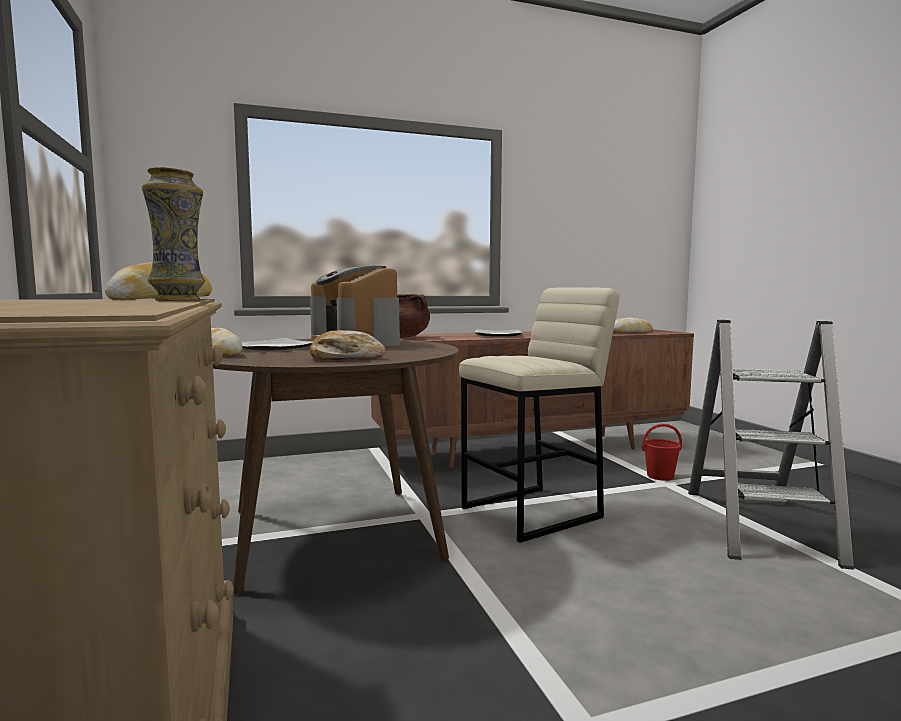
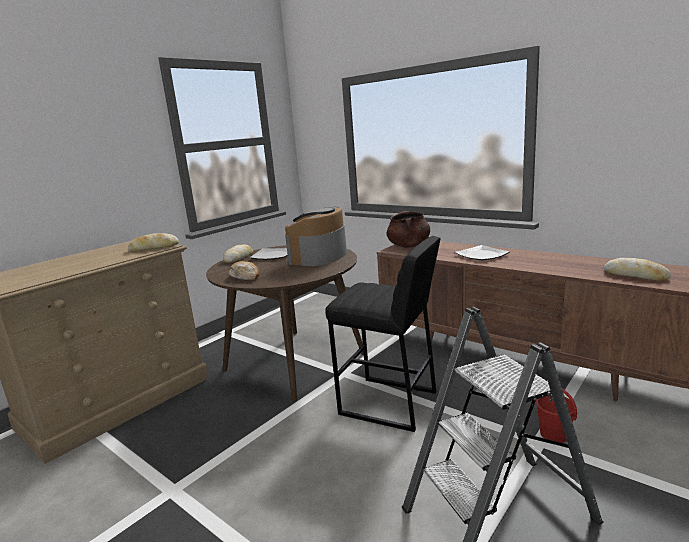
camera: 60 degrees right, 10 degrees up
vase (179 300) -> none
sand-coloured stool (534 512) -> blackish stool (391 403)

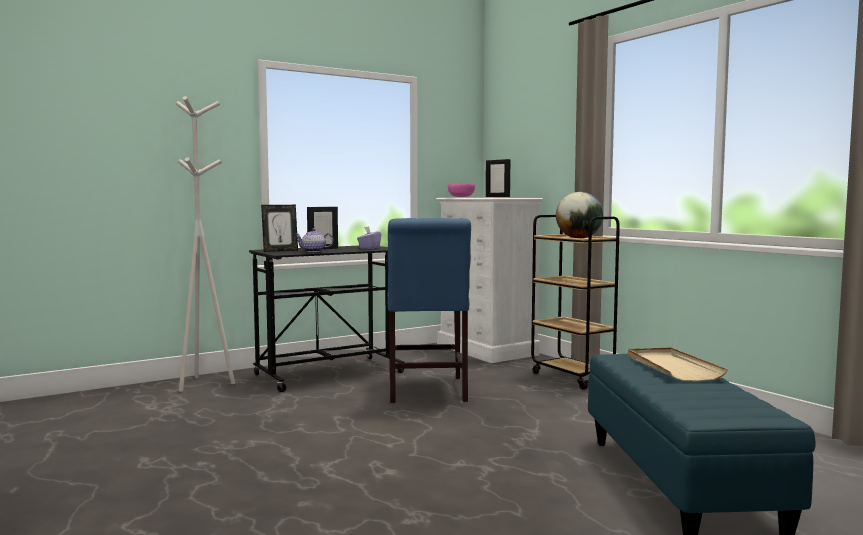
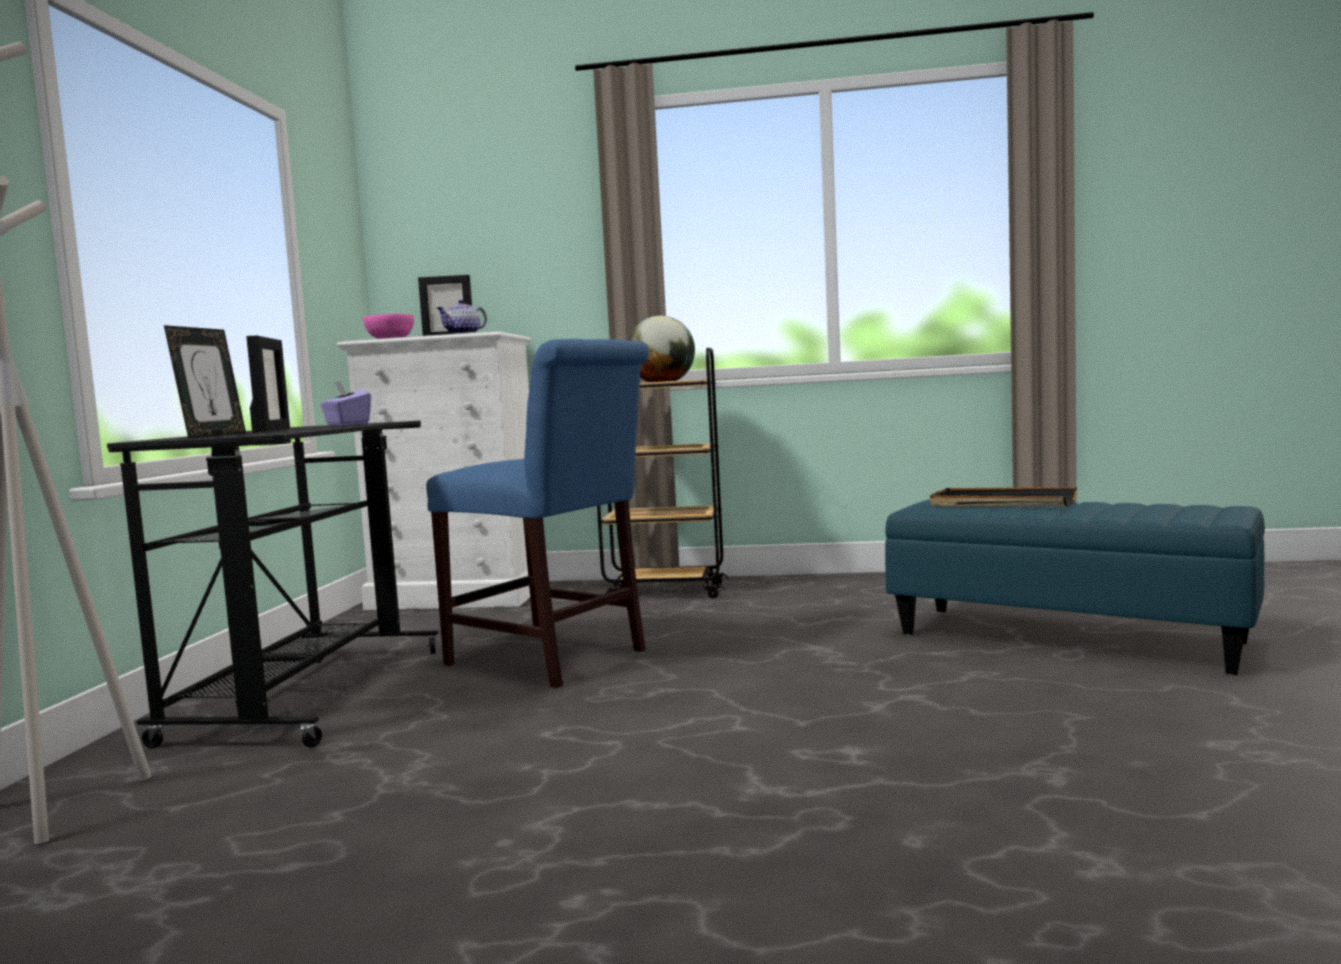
camera: 50 degrees left, 0 degrees up
tea pot (314 251) -> tea pot (464 334), shifted
sand-coloured serving tray (672 367) -> blackish serving tray (1001 503)

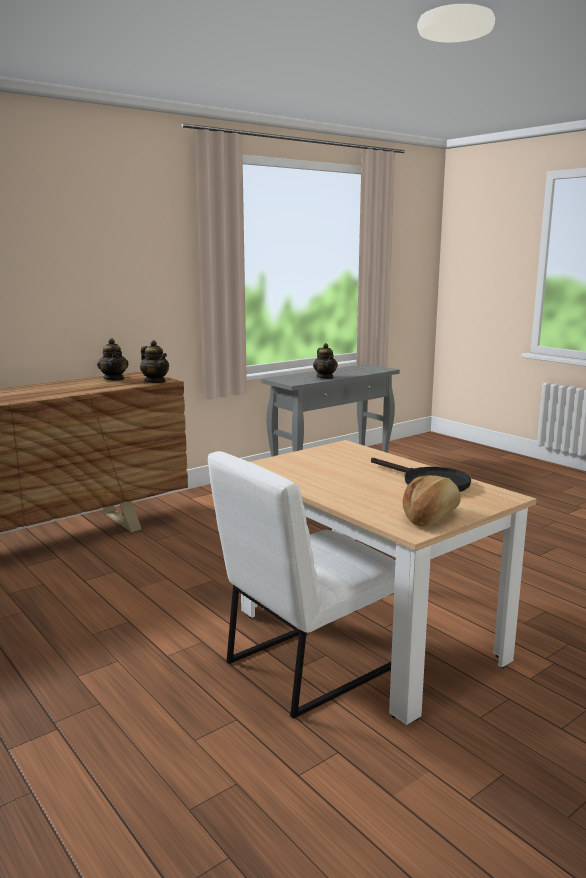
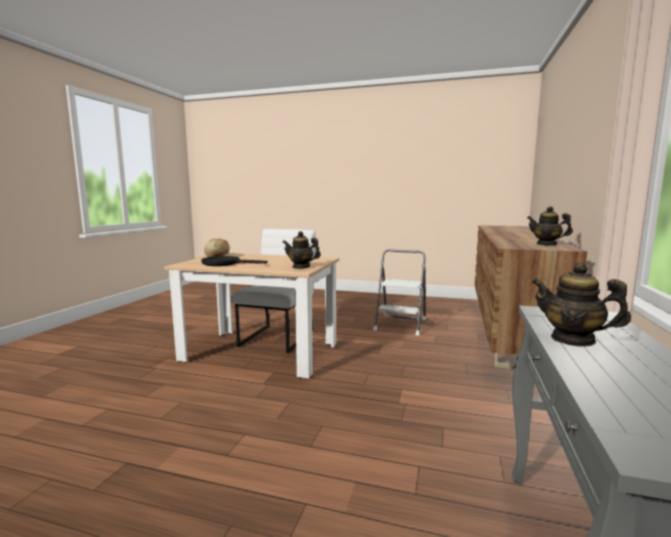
camera: 145 degrees right, 5 degrees down
none -> white-coloured step ladder (401 324)
tea pot (155 381) -> tea pot (301 267), shifted

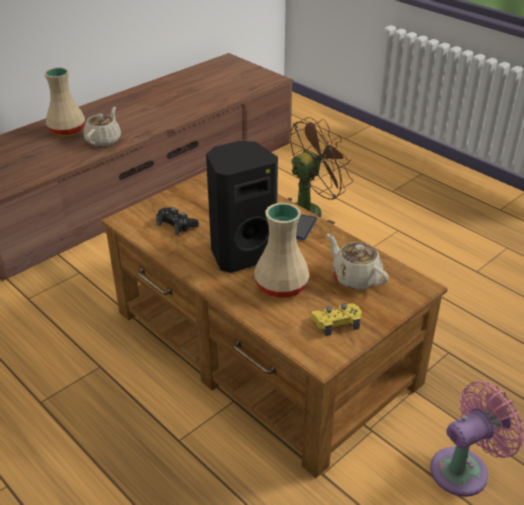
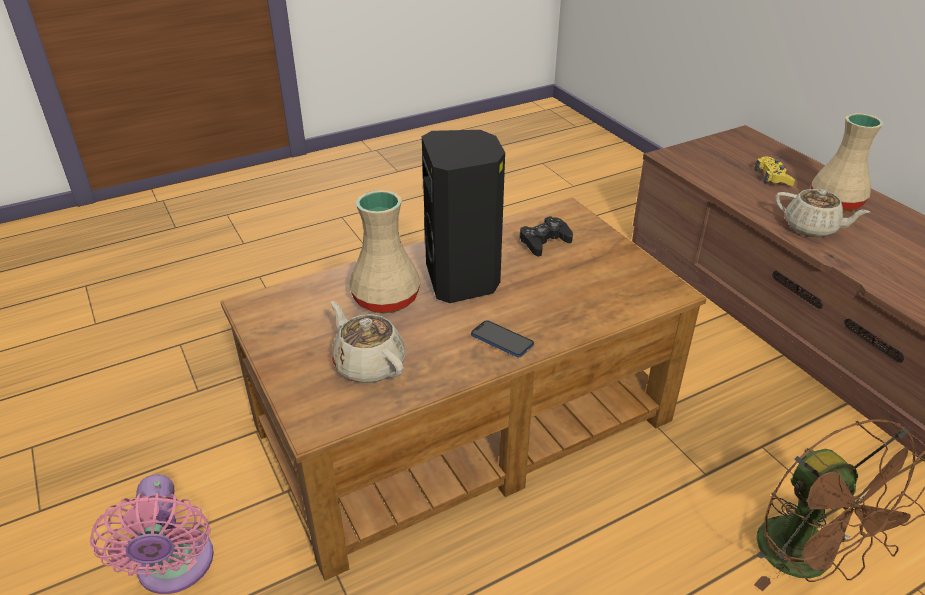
camera: 105 degrees right, 0 degrees up
yellow joypad (336 322) -> yellow joypad (773 177), shifted
sand-coloured tea pot (355 277) -> sand-coloured tea pot (368 364), 105 degrees counterclockwise

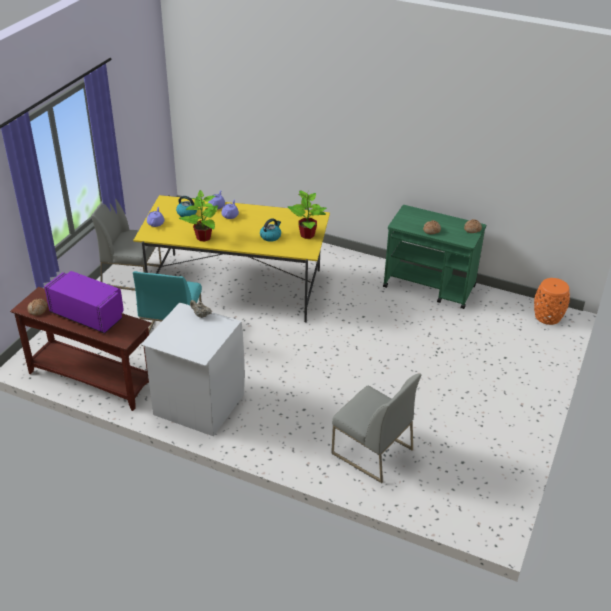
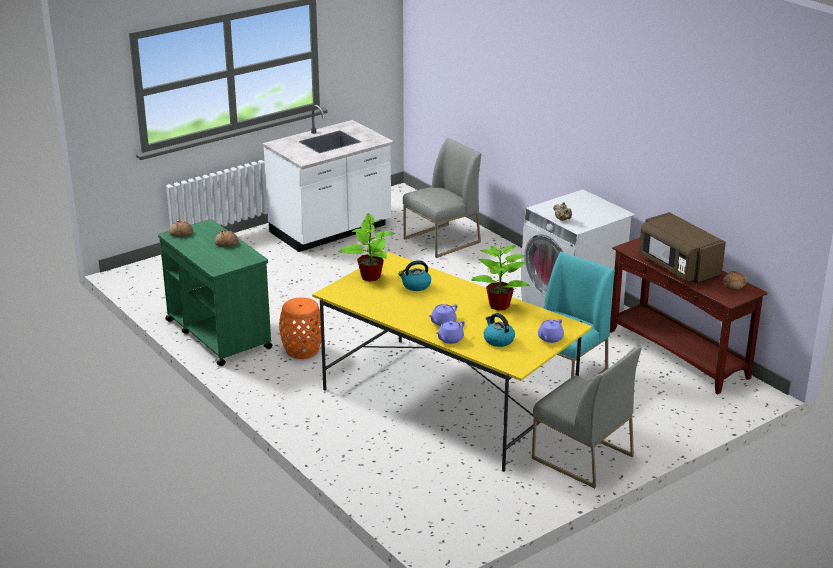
camera: 150 degrees left, 10 degrees down
none -> white-coloured kitchen counter (331 230)
orange stool (547 317) -> orange stool (302 350), shifted
purplish kitchen microwave (88 315) -> brownish kitchen microwave (677 267)
grey upright chair (371 451) -> grey upright chair (442 241), 75 degrees clockwise

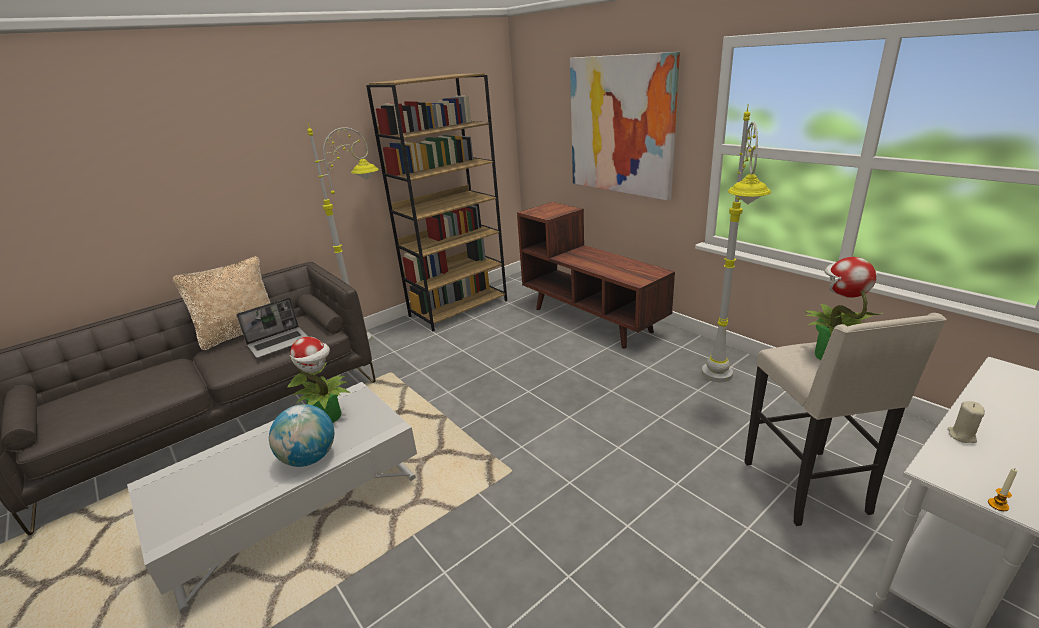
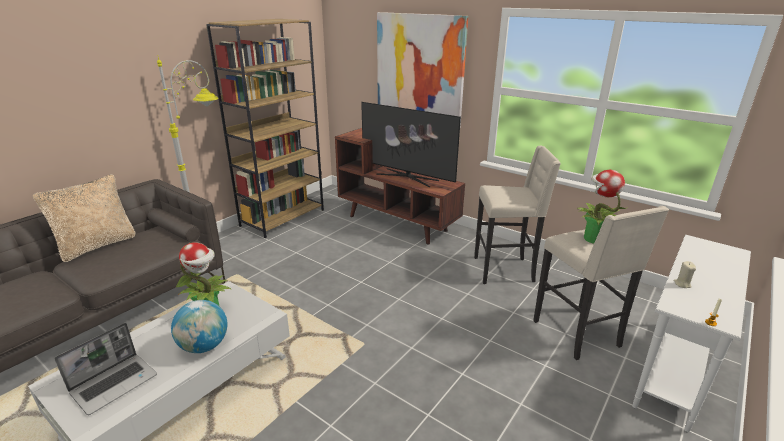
camera: 15 degrees left, 0 degrees up
none -> TV set (407 177)
laptop (279 343) -> laptop (115 383), shifted
grey standard lamp (719 388) -> sand-coloured stool (505 270)

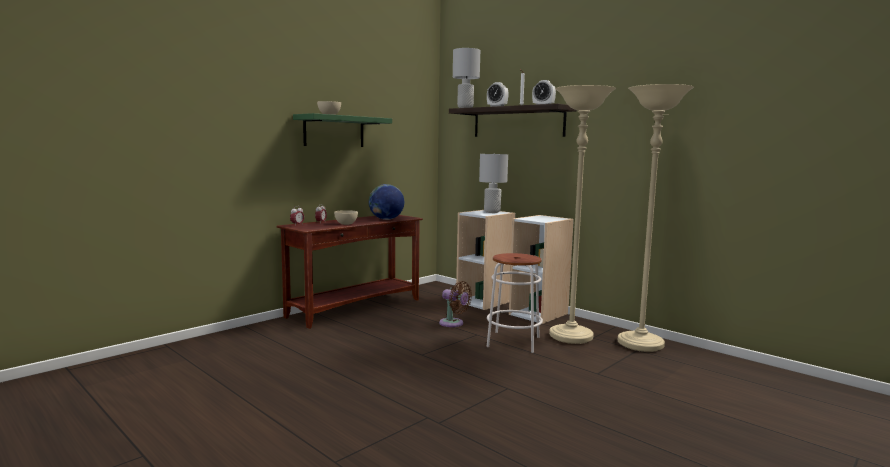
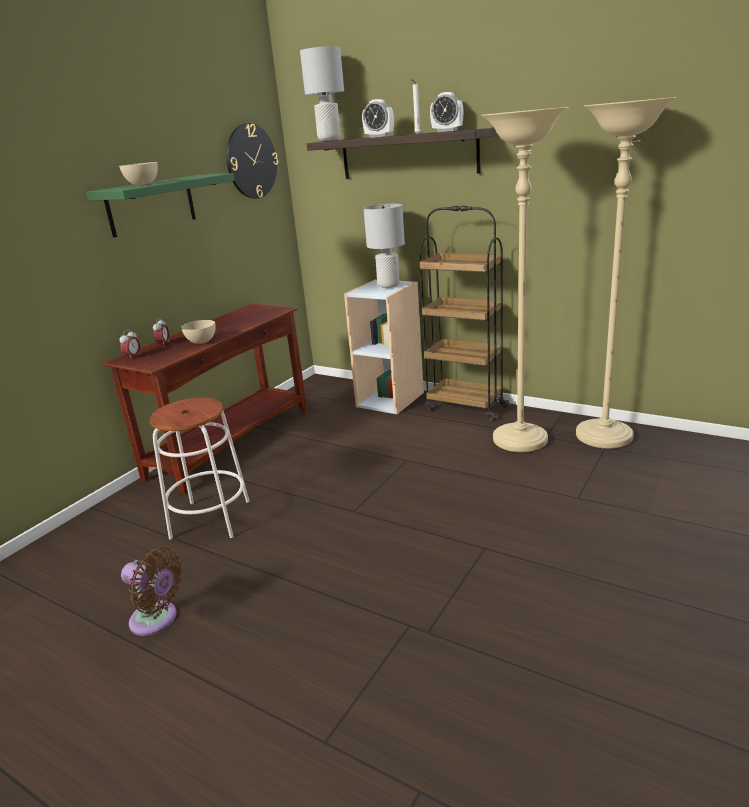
camera: 10 degrees left, 15 degrees up
globe (386 219) -> none
none -> hanging clock (251 161)
brownish electric fan (453 324) -> brownish electric fan (157 620), shifted
white-coloured stool (513 341) -> white-coloured stool (210 519), shifted
bookshelf (539 314) -> brownish trolley (466 408)

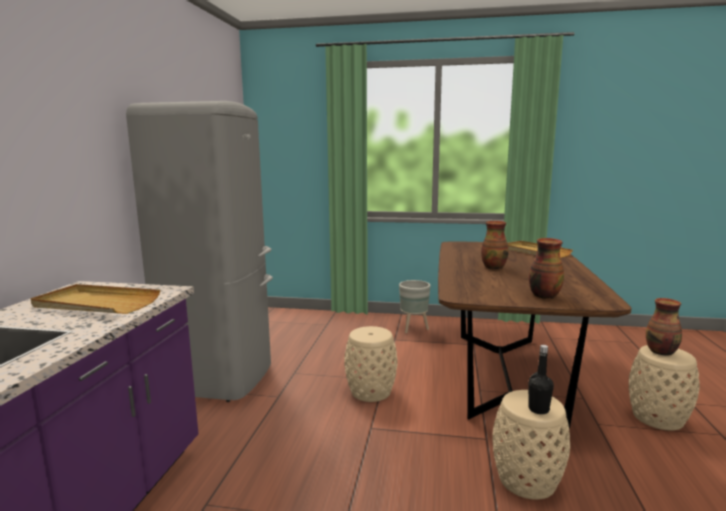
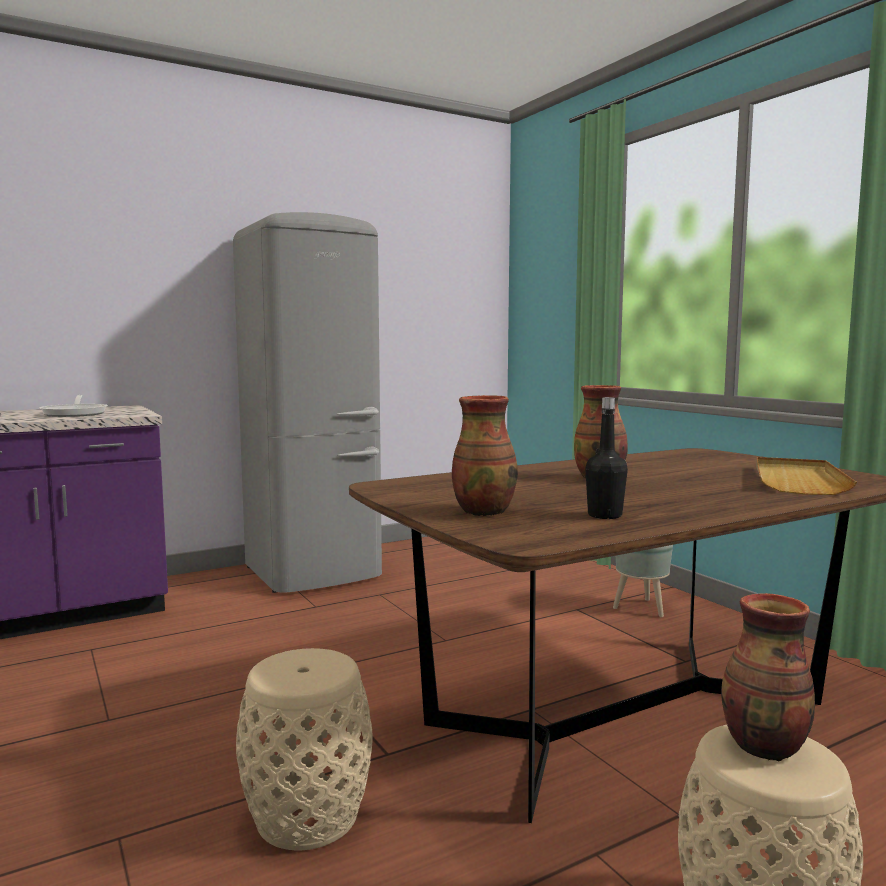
camera: 50 degrees right, 5 degrees down
sand-coloured stool (370 392) -> none
blackish drink bottle (538 409) -> blackish drink bottle (604 515), shifted
sand-coloured serving tray (96 304) -> frying pan (76 413)

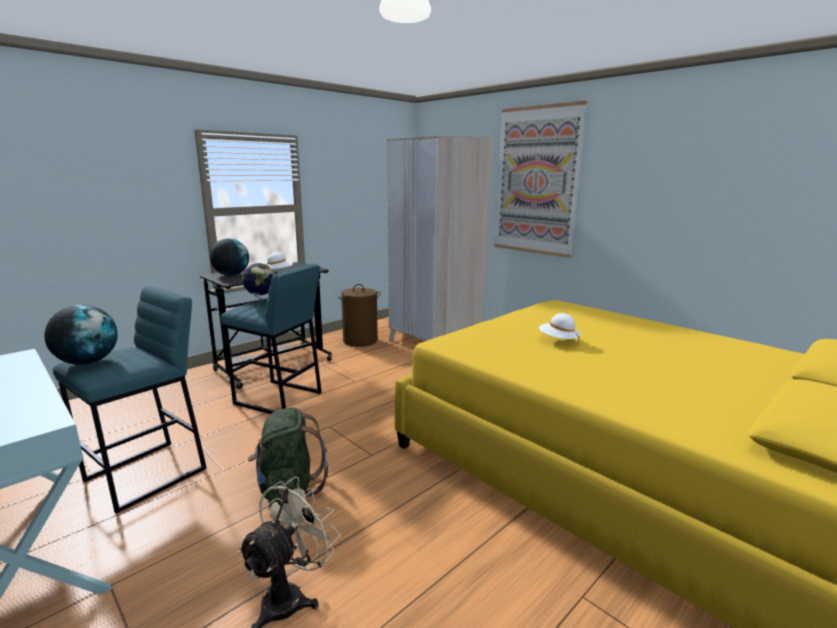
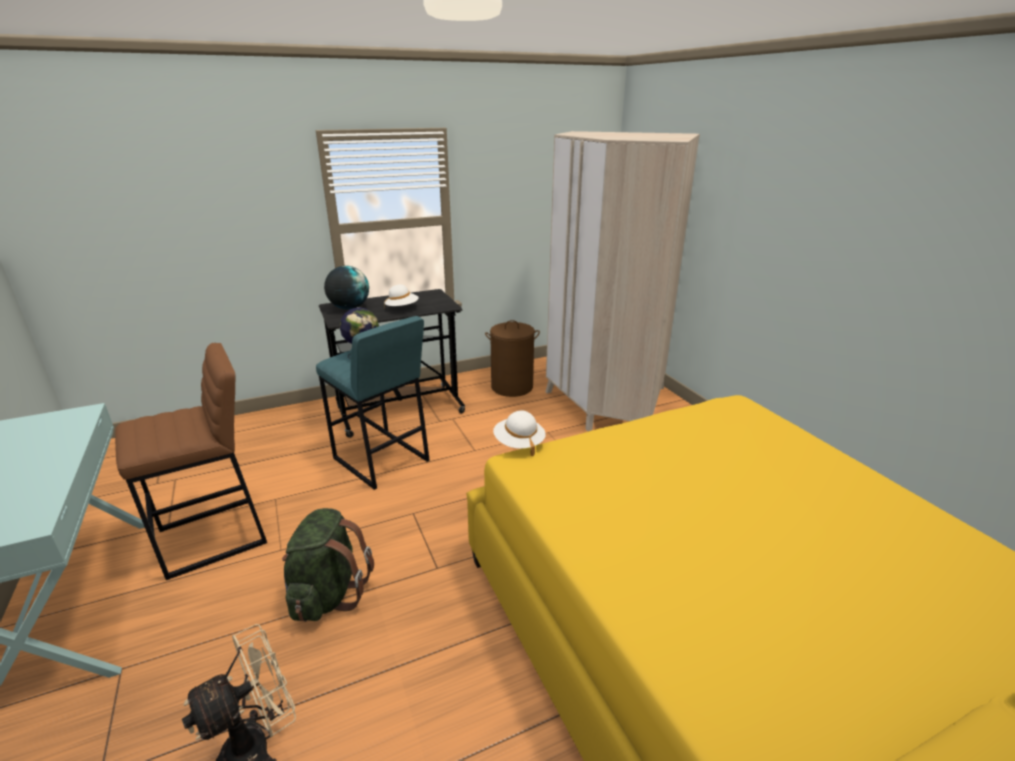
camera: 20 degrees right, 10 degrees up
globe (88 362) -> none
picture (536 181) -> none
white-coloured wearable hat (558 340) -> white-coloured wearable hat (519 443), shifted
turquoise-coloured stool (149 473) -> brownish stool (216 535)

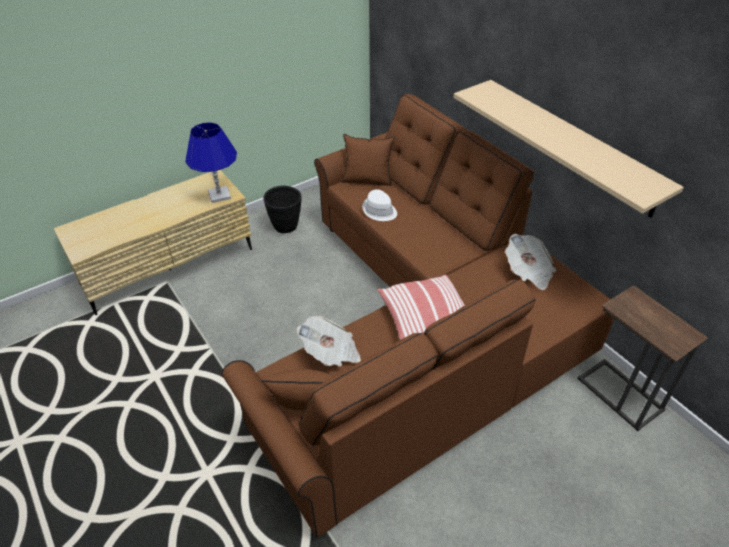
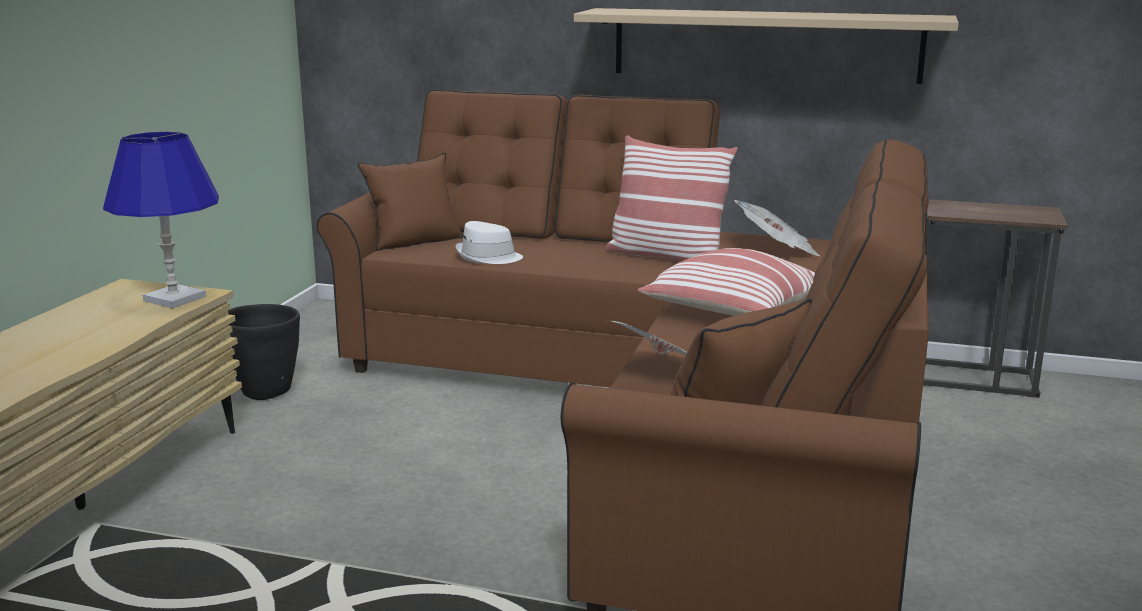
camera: 40 degrees left, 25 degrees down
none -> pillow (666 255)

